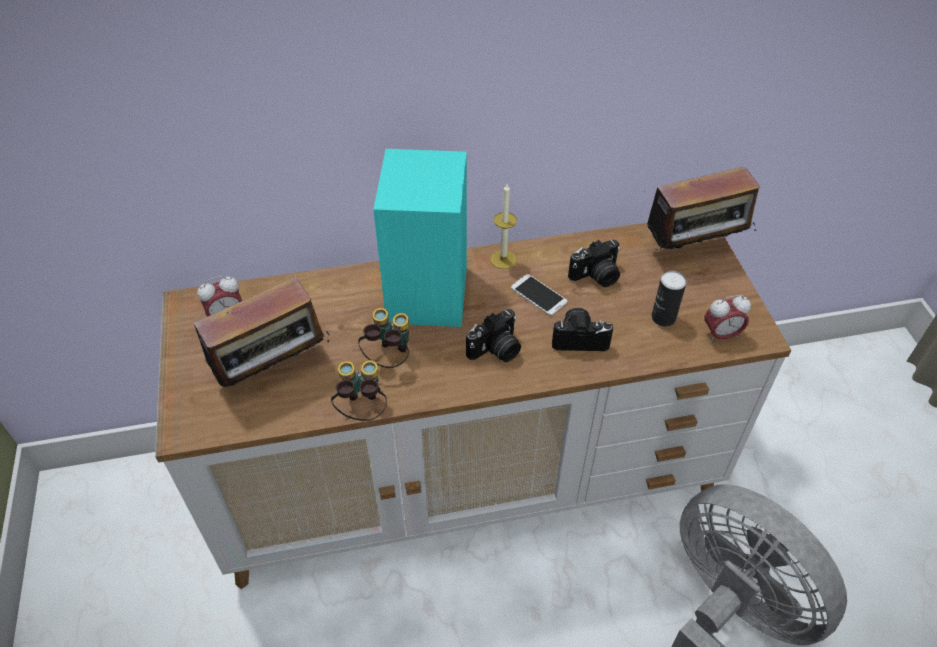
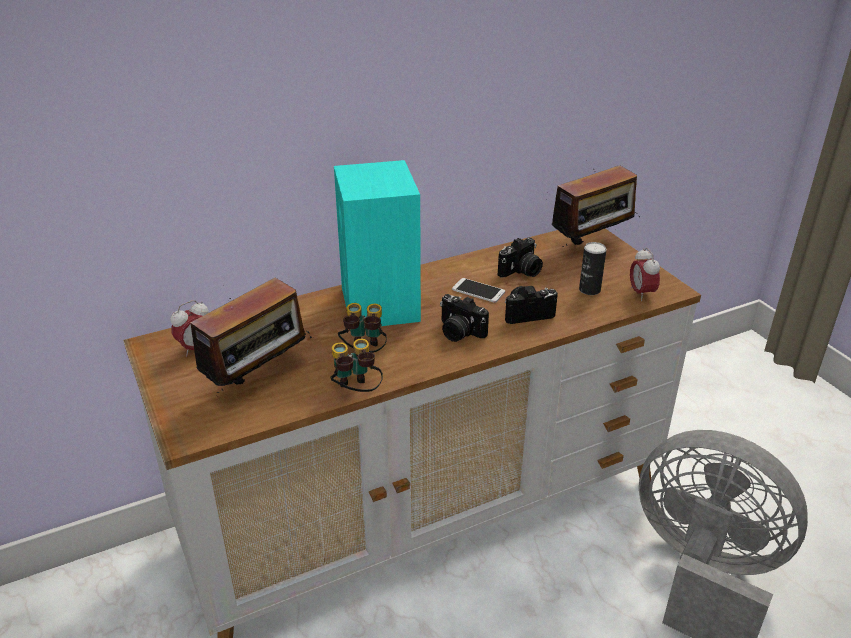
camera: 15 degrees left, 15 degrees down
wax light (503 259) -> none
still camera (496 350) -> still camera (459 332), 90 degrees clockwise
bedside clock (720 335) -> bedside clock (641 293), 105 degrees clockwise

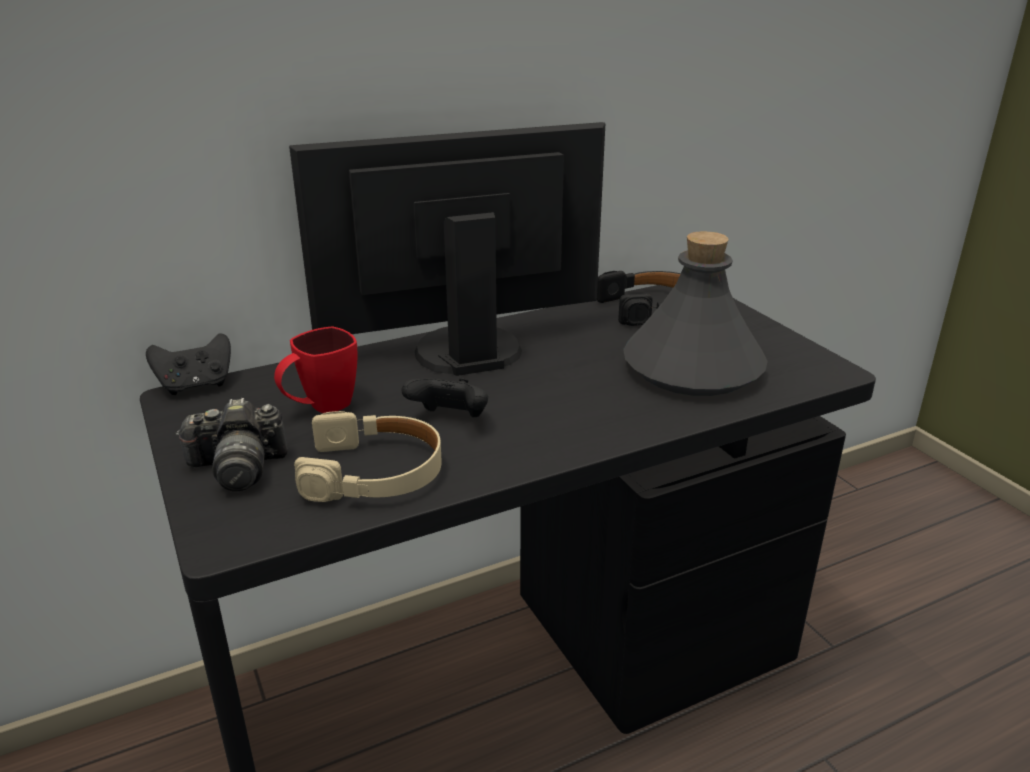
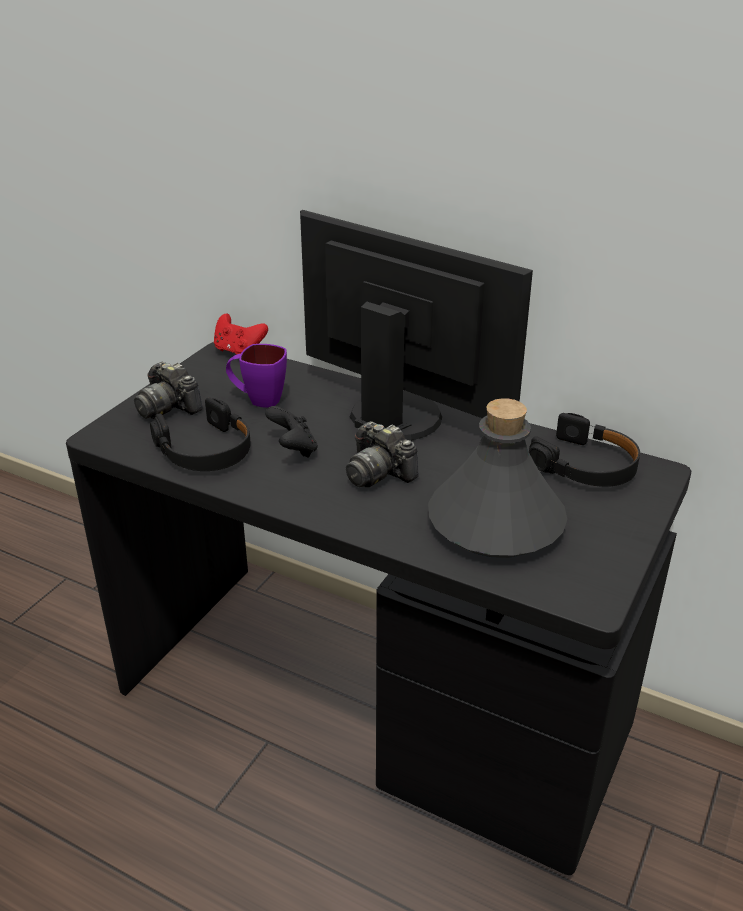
camera: 55 degrees right, 5 degrees up
none -> still camera (378 472)
blackish joypad (196 385) -> red-coloured joypad (239 351)
red-coloured mug (320 408) -> purplish mug (258 400)
sand-coloured pair of headphones (374 472) -> blackish pair of headphones (206 450)

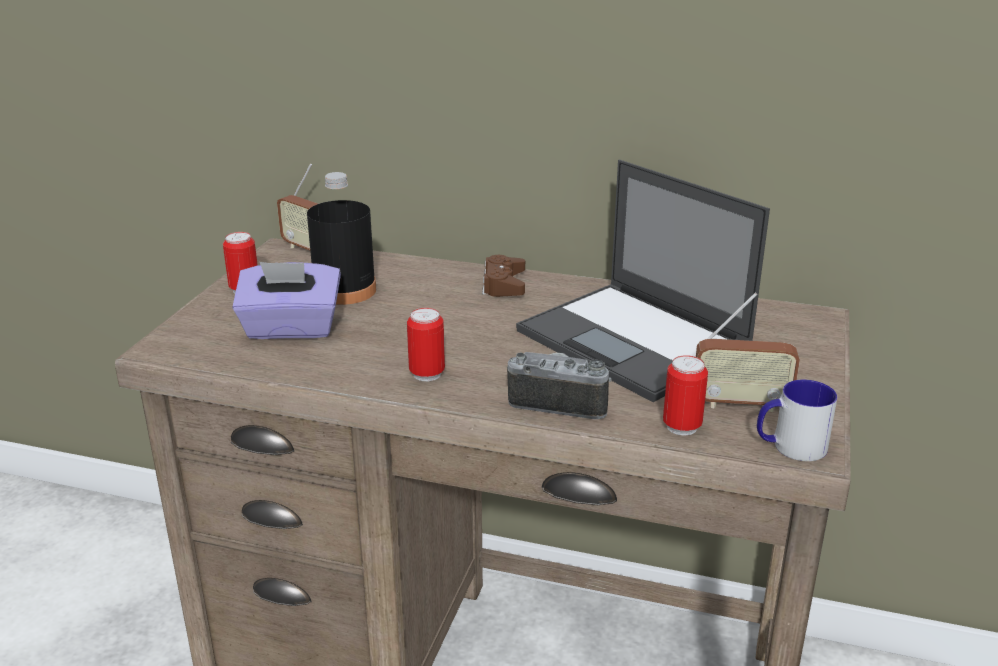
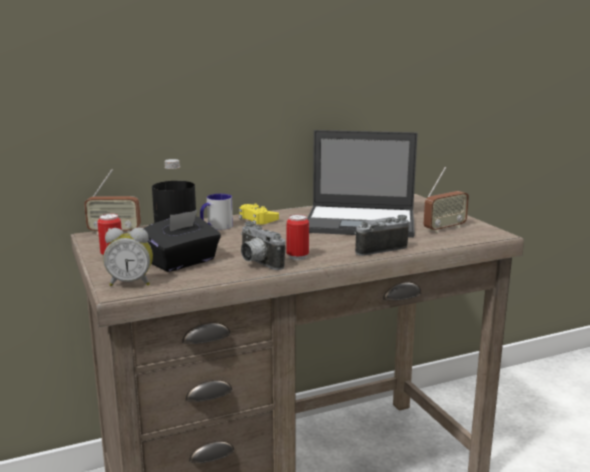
camera: 40 degrees left, 10 degrees down
sealed can (682 427) -> none
none -> bedside clock (131 283)
none -> still camera (256 263)
mug (790 447) -> mug (216 227), shifted
purplish tissue holder (291 329) -> blackish tissue holder (183 262)
brownish joypad (504 284) -> yellow joypad (257 219)

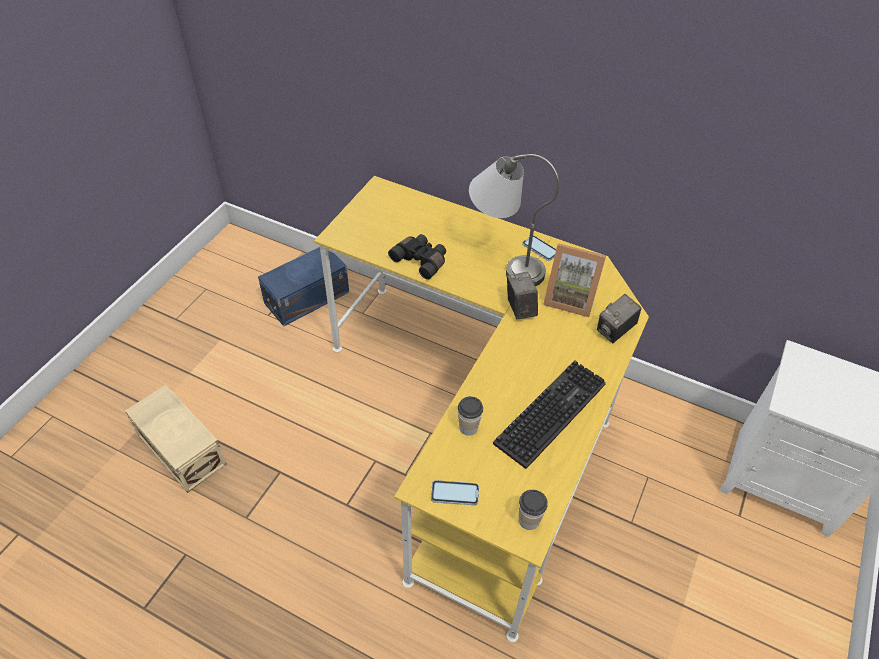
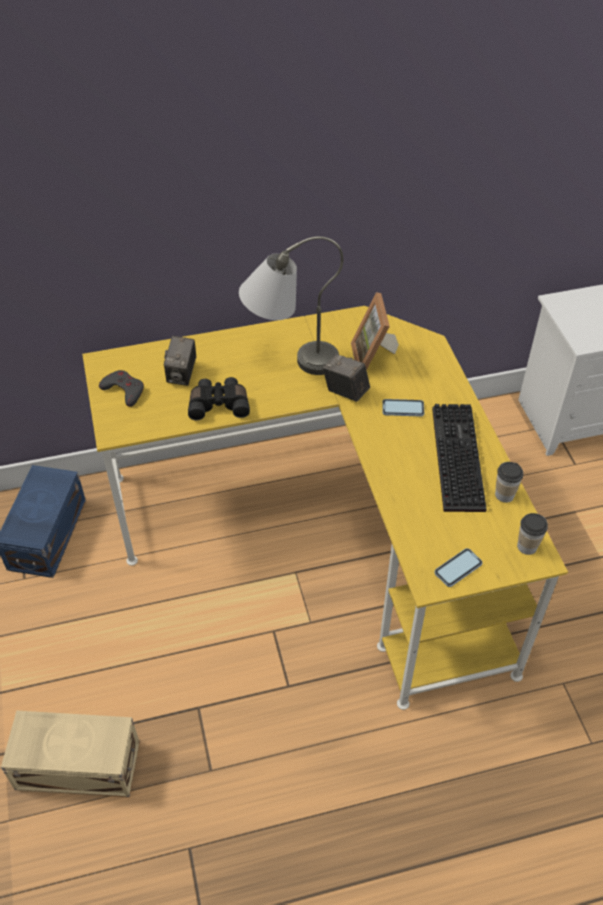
camera: 40 degrees left, 0 degrees up
none -> grey joypad (124 390)
drinking cup (468 427) -> drinking cup (504 495), shifted
telephone (540 249) -> telephone (403 409), shifted
still camera (615 331) -> still camera (182 375), shifted
standing frame (570 298) -> standing frame (374 358), 105 degrees clockwise

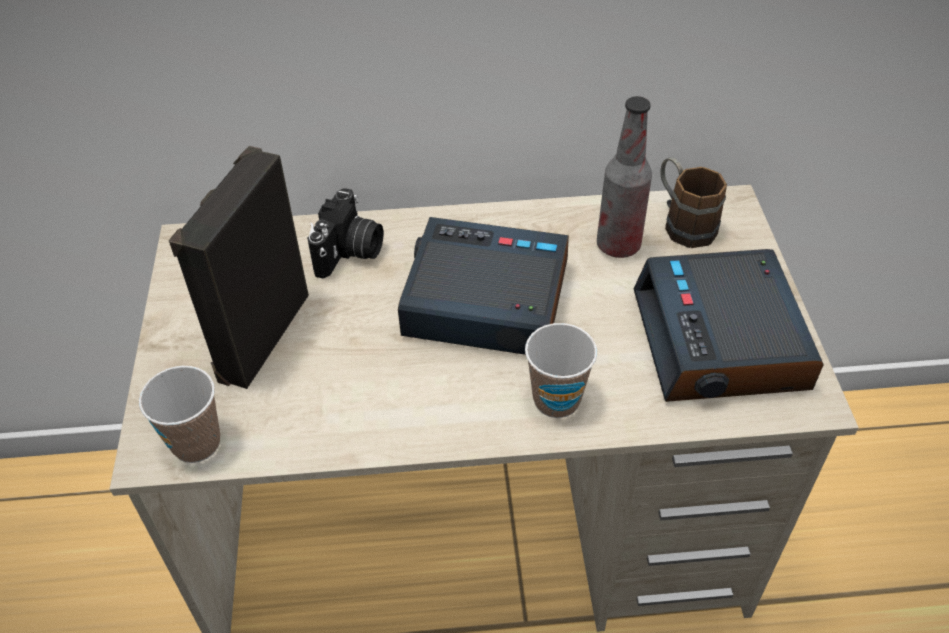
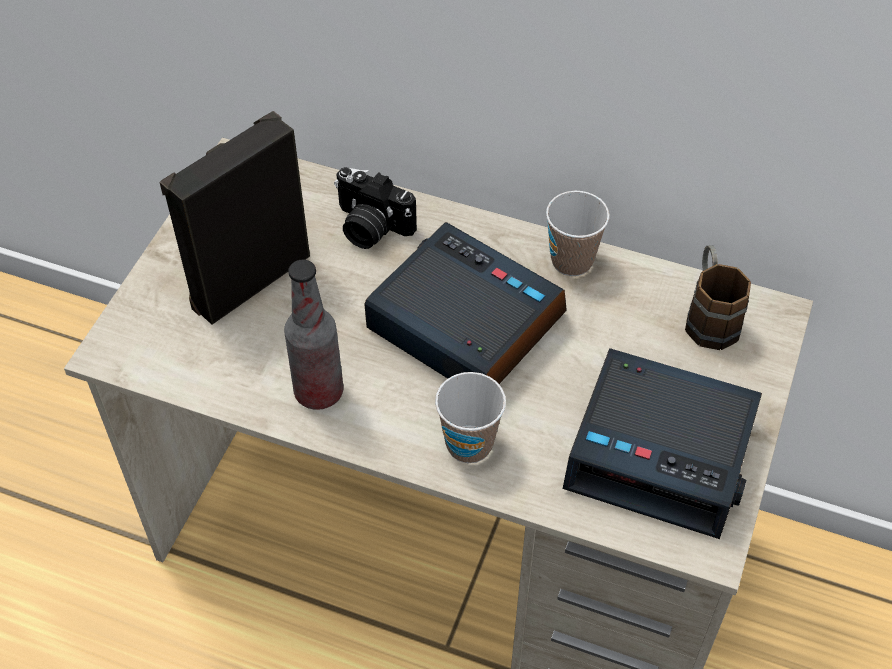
camera: 25 degrees right, 5 degrees up
drinking cup (196 443) -> drinking cup (572 261), shifted
drink bottle (618 245) -> drink bottle (319 392), shifted
still camera (350 252) -> still camera (370 227), 75 degrees clockwise
bedside clock (721 341) -> bedside clock (662 452), 90 degrees counterclockwise

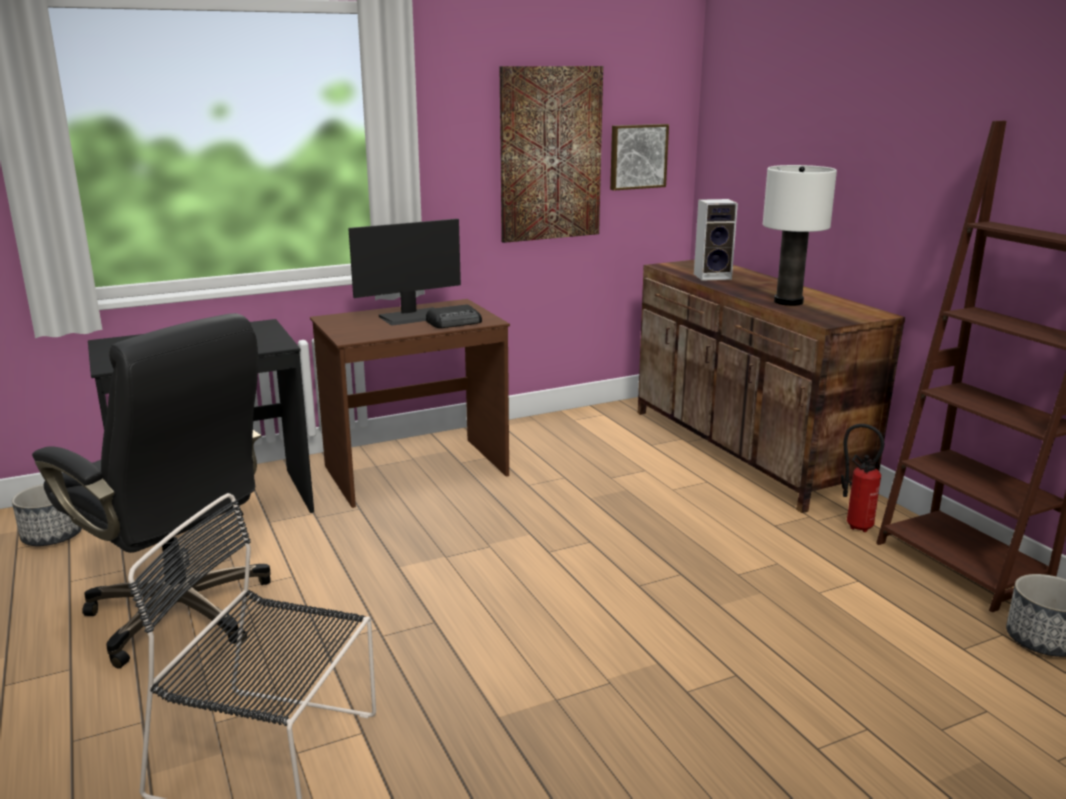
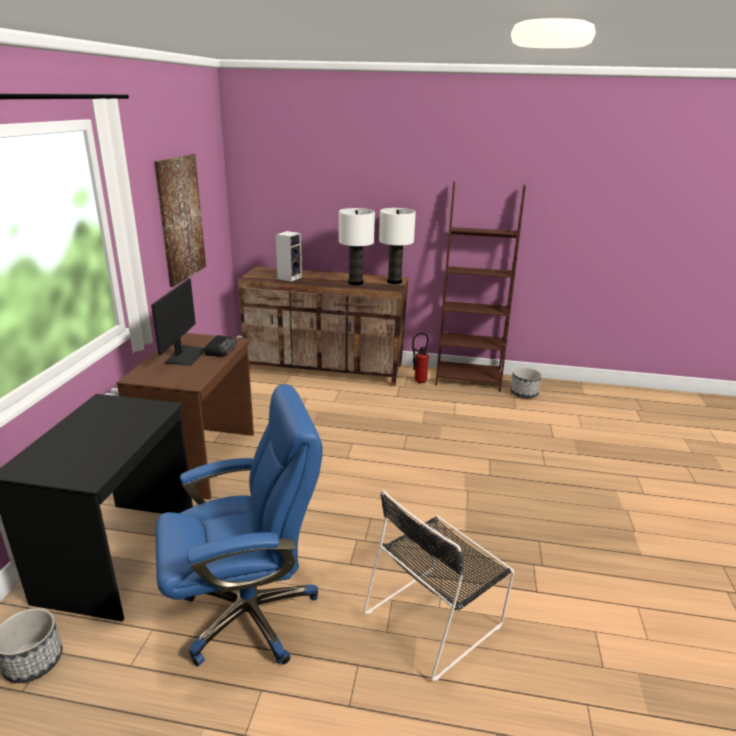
camera: 55 degrees left, 5 degrees up
picture (637 156) -> none
none -> white-coloured tabletop lamp (394 281)
blackish desk chair (177 611) -> bluish desk chair (246 615)

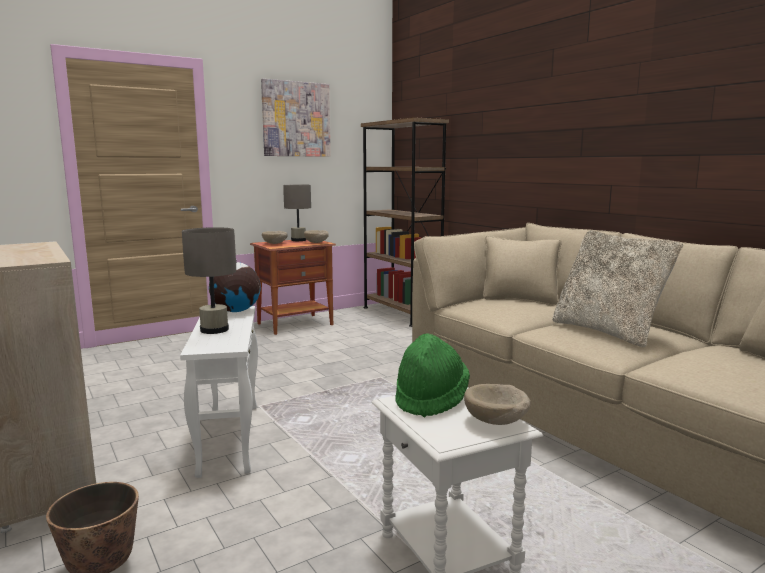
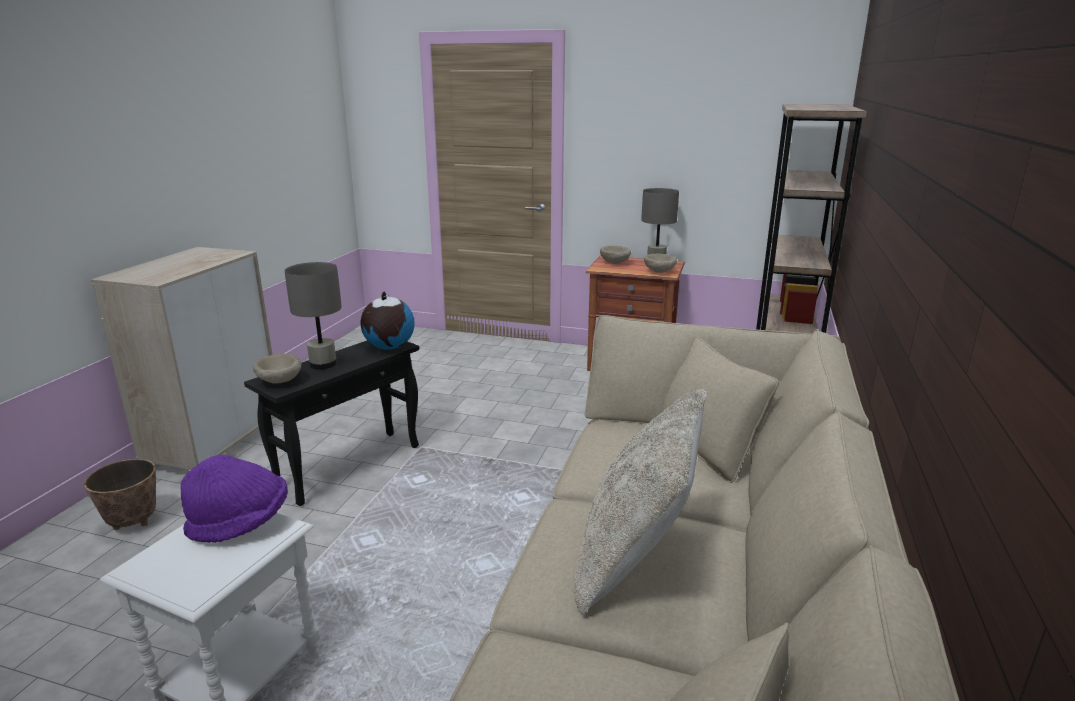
camera: 50 degrees right, 10 degrees up
picture (296 119) -> none
sand-coloured serving bowl (497 423) -> sand-coloured serving bowl (279 382), shifted
white-coloured side table (229 438) -> blackish side table (349 466)
green-coloured wearable hat (431 399) -> purplish wearable hat (240 524)

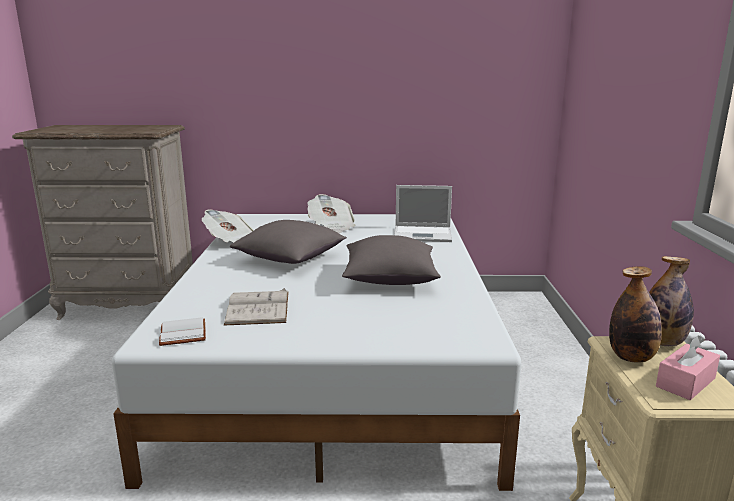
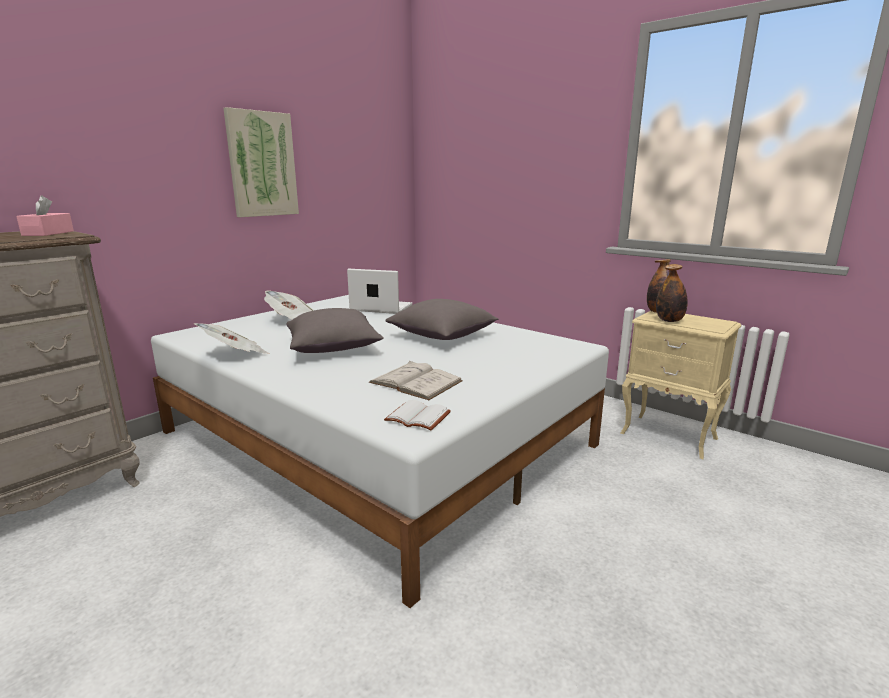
camera: 50 degrees left, 0 degrees up
none -> picture (262 164)
pink-coloured tissue holder (685 382) -> pink-coloured tissue holder (48 233), shifted
laptop (424 234) -> laptop (380 308), 120 degrees counterclockwise

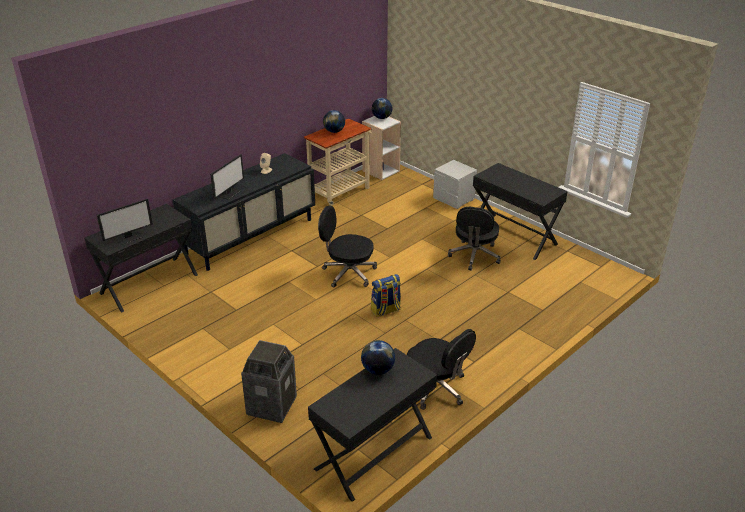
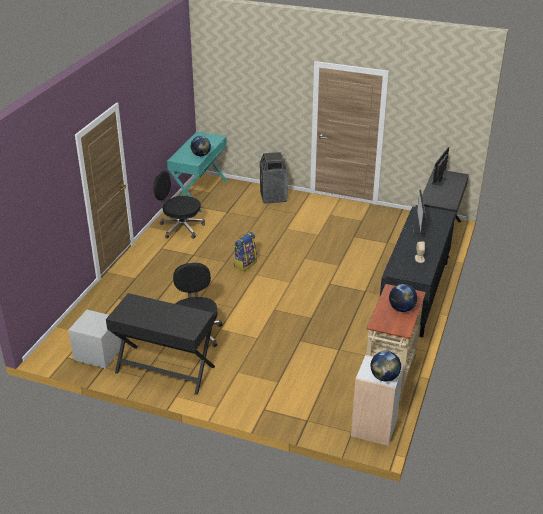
camera: 155 degrees right, 0 degrees up
blackish desk chair (348 273) -> none
white-coloured bedside table (454 199) -> white-coloured bedside table (98 355), shifted
blackish desk unit (374 453) -> turquoise-coloured desk unit (199 193)

